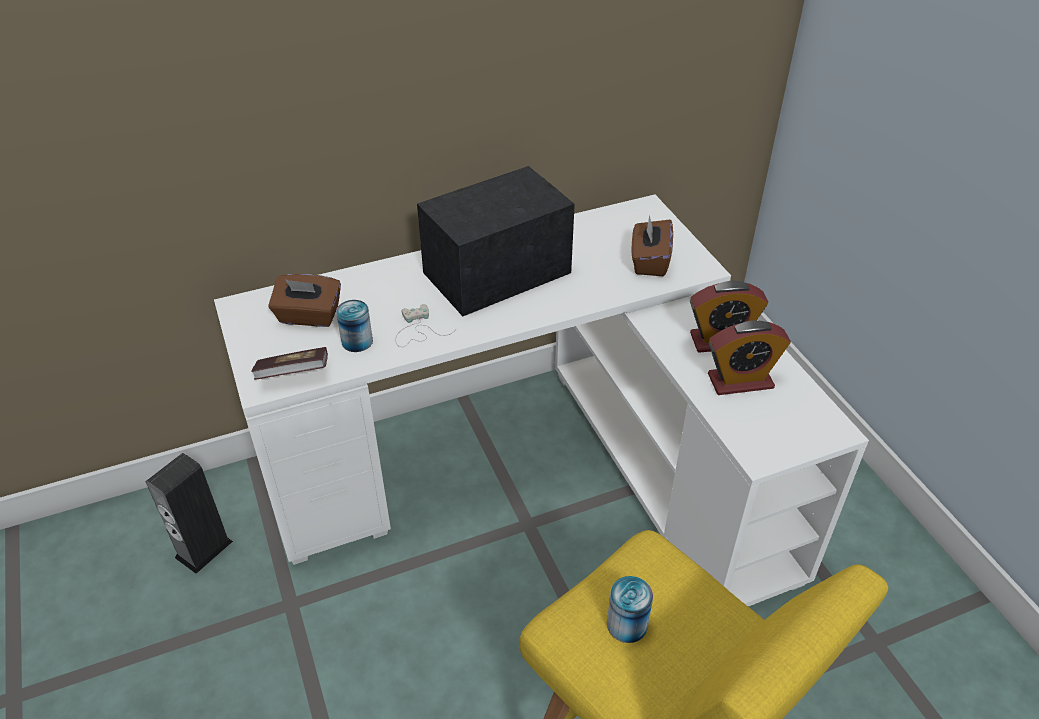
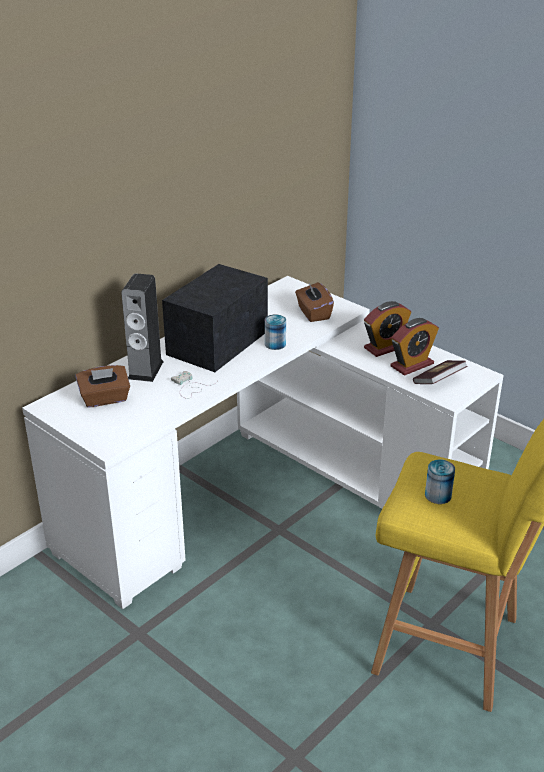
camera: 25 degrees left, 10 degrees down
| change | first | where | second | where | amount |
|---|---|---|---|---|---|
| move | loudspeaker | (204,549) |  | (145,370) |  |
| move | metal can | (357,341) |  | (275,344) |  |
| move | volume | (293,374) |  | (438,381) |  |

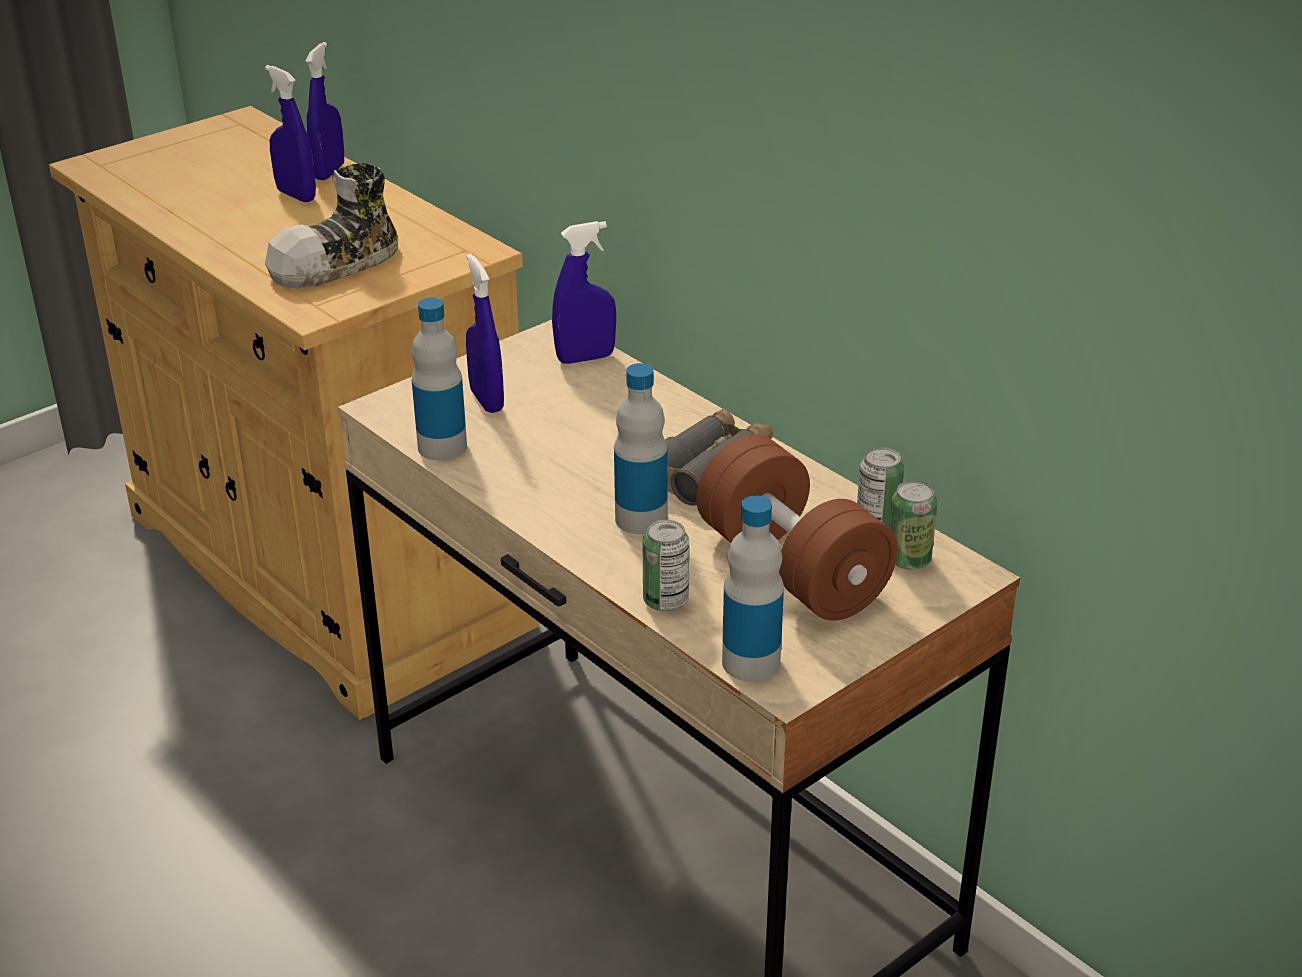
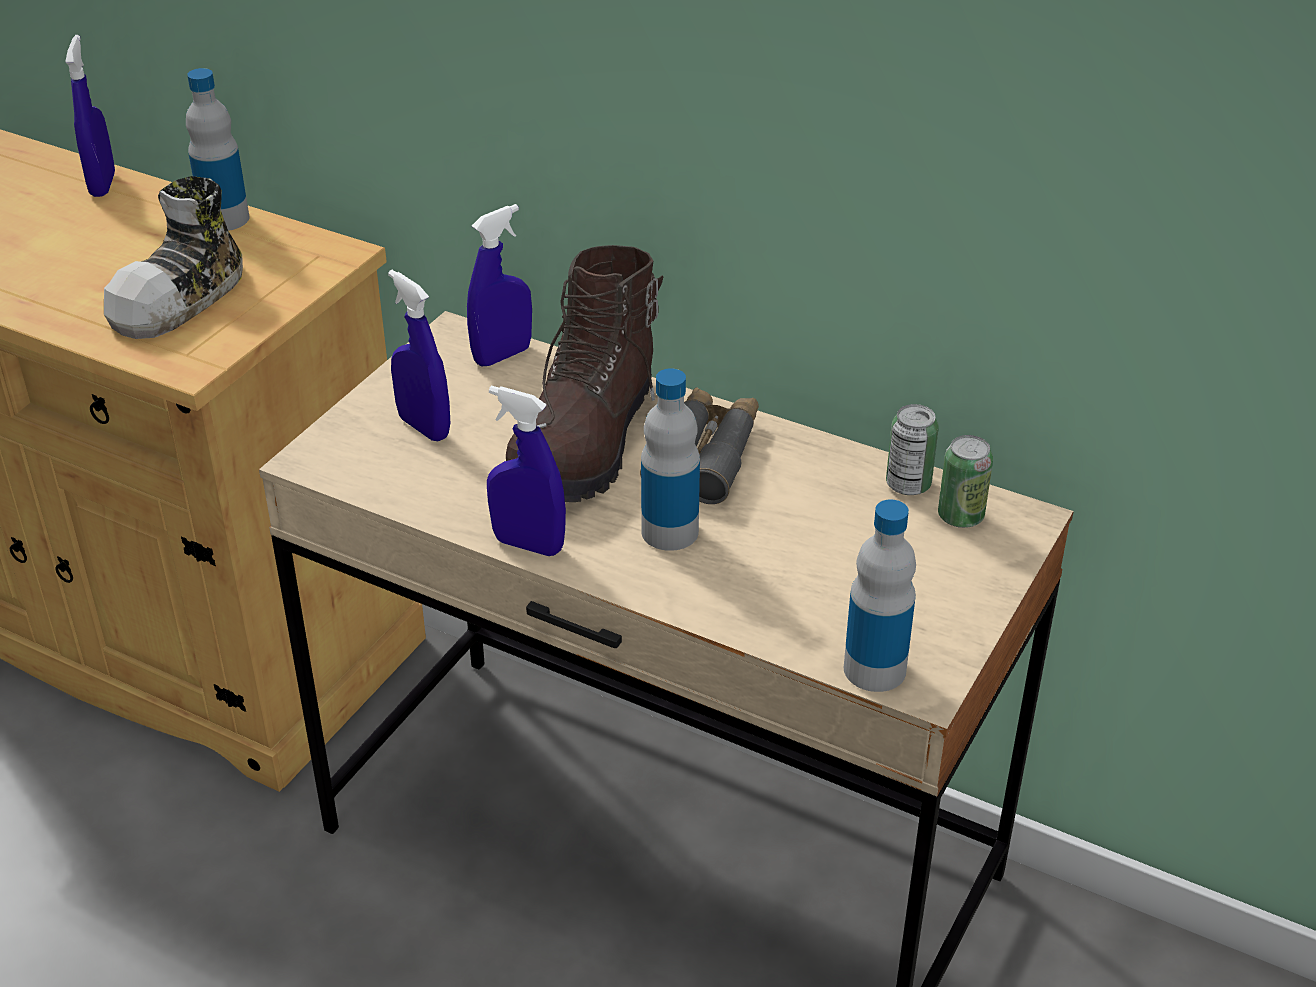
camera: 20 degrees left, 5 degrees up
| change | first | where | second | where | amount |
|---|---|---|---|---|---|
| move | bottle | (442,447) |  | (225,219) |  |
| move | bluish spray bottle | (296,195) |  | (528,545) |  |
| insert |  |  | brownish tall boot | (587,443) |  |
| delete | metal can | (665,601) |  |  |  |
| delete | brownish hand weight | (792,569) |  |  |  |

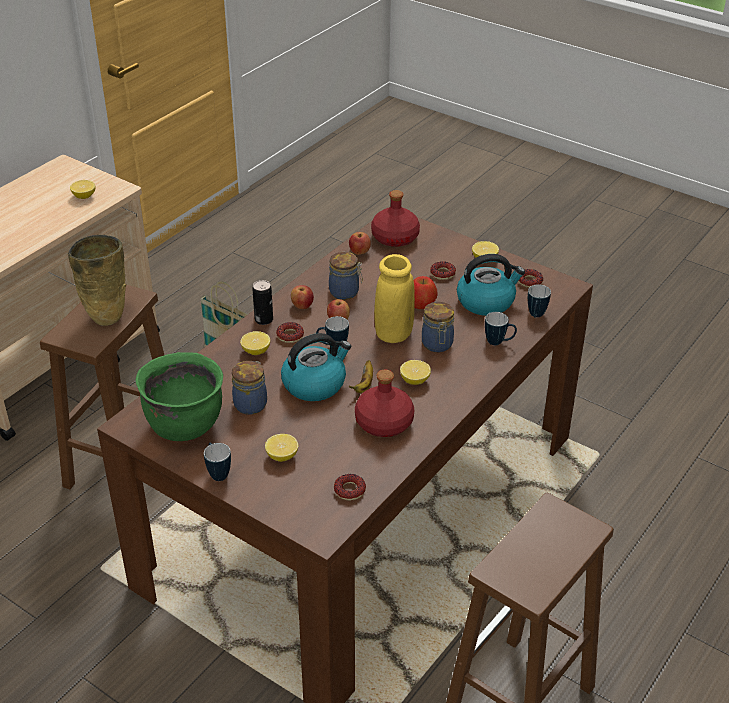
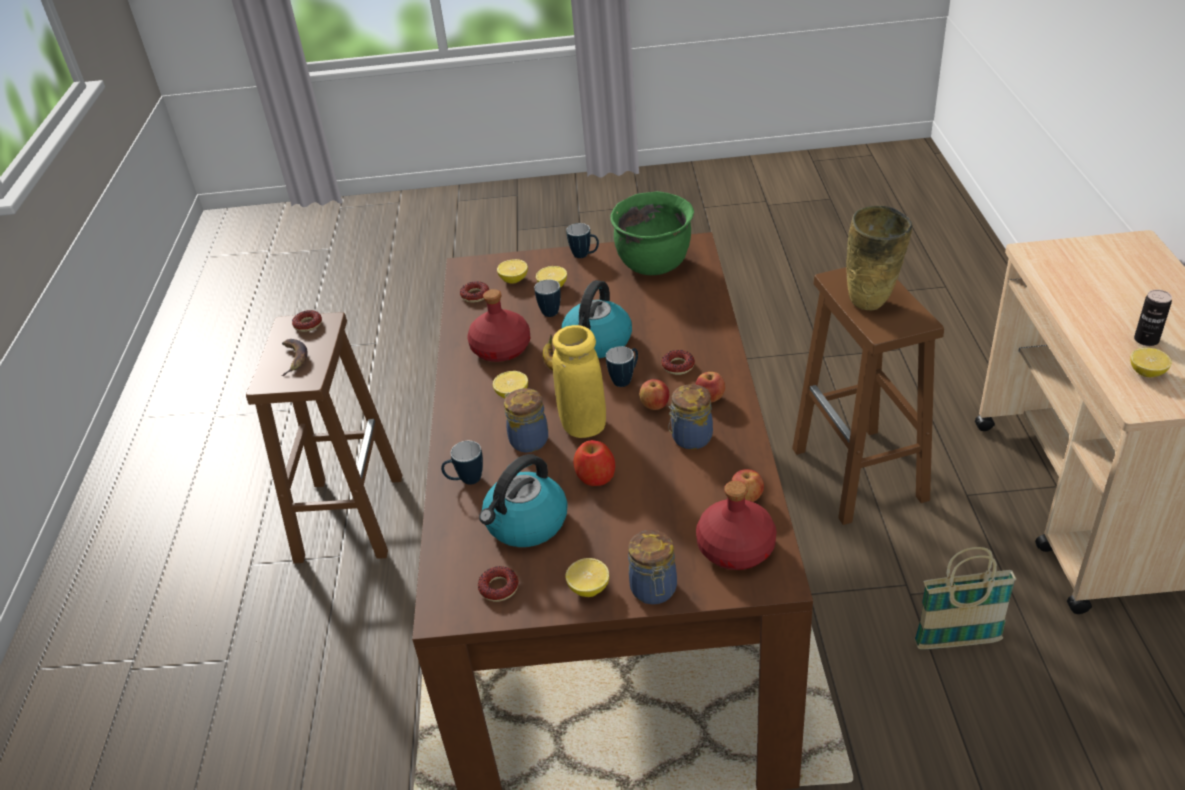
camera: 145 degrees right, 0 degrees up
| change | first | where | second | where | amount |
|---|---|---|---|---|---|
| insert |  |  | banana | (294,358) |  |
| move | doughnut | (442,274) |  | (308,324) |  |
| move | citrus fruit | (256,351) |  | (514,280) |  |
| move | tea mug | (535,316) |  | (548,310) |  |
| move | preserve jar | (251,404) |  | (654,590) |  |
| move | metal can | (264,320) |  | (1146,340) |  |

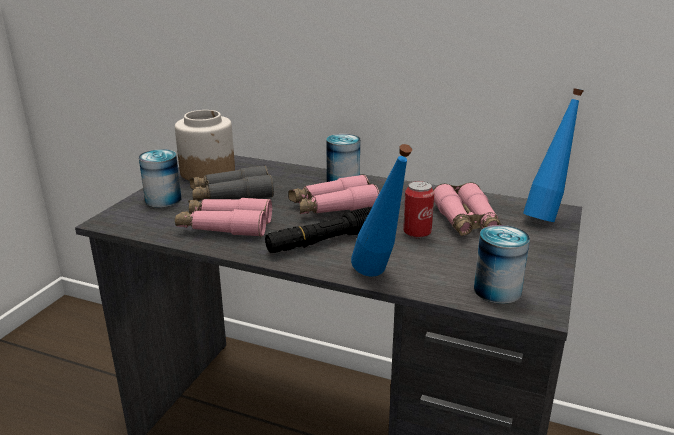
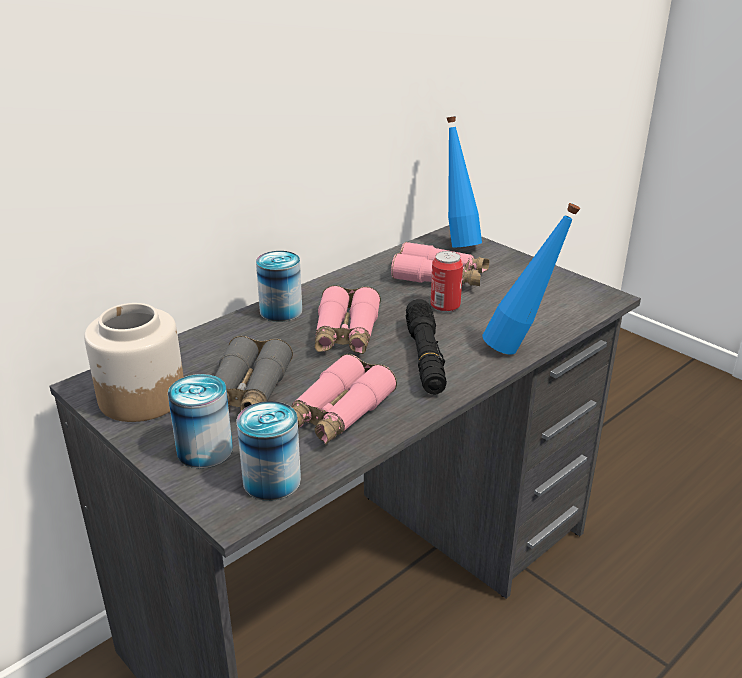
camera: 65 degrees left, 5 degrees up
| change | first | where | second | where | amount |
|---|---|---|---|---|---|
| move | metal can | (497,290) |  | (271,481) |  |

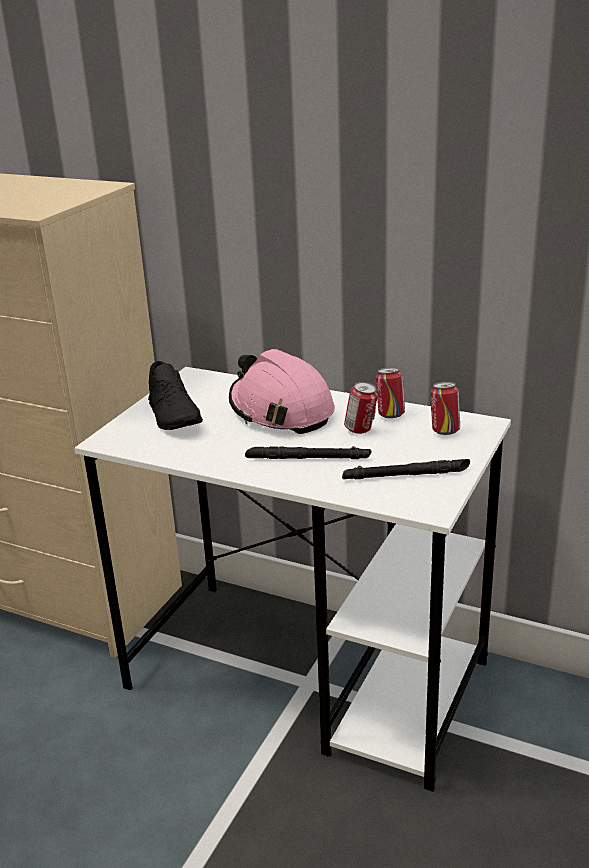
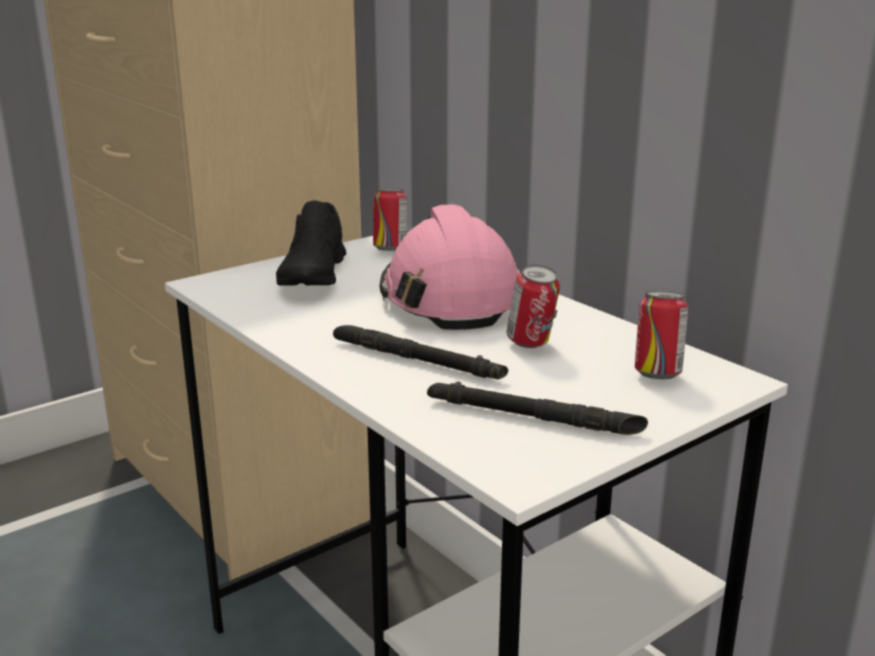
camera: 25 degrees right, 5 degrees down
| change | first | where | second | where | amount |
|---|---|---|---|---|---|
| move | metal can | (390,415) |  | (390,249) |  |

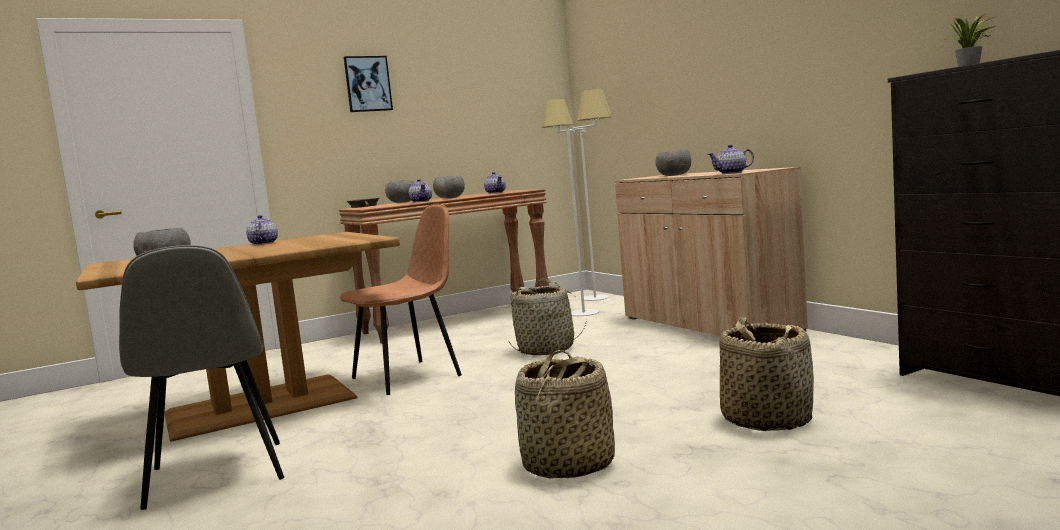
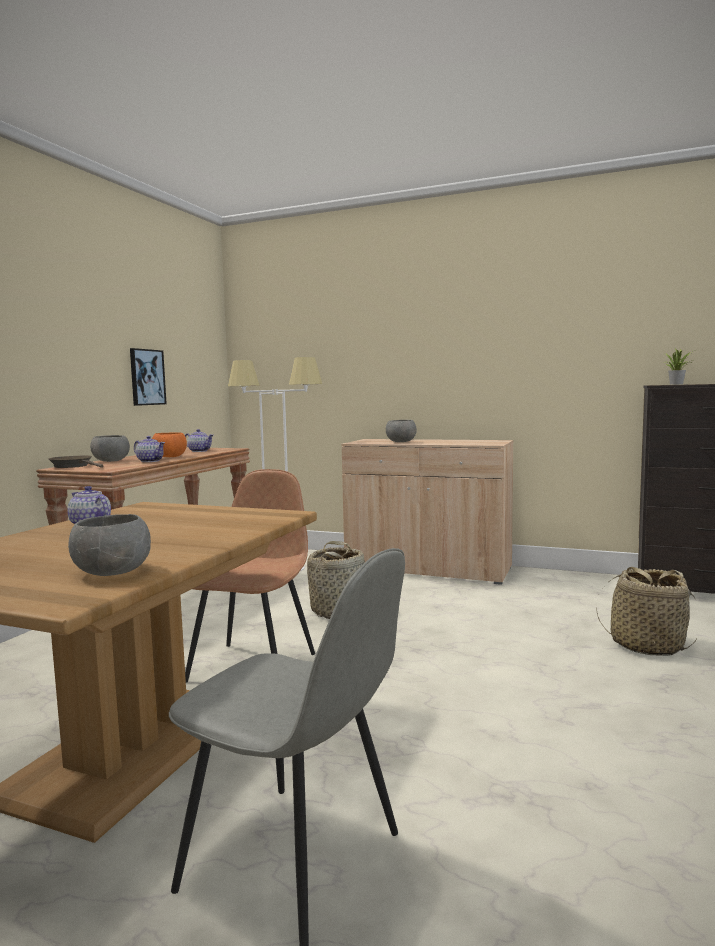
camera: 40 degrees left, 0 degrees up
| change | first | where | second | where | amount |
|---|---|---|---|---|---|
| move | wall picture | (367,84) |  | (147,377) |  |
| recolor | gray bowl | (449,198) | orangey bowl | (169,457) |  |
| delete | household basket | (567,465) |  |  |  |
| delete | tea pot | (732,173) |  |  |  |

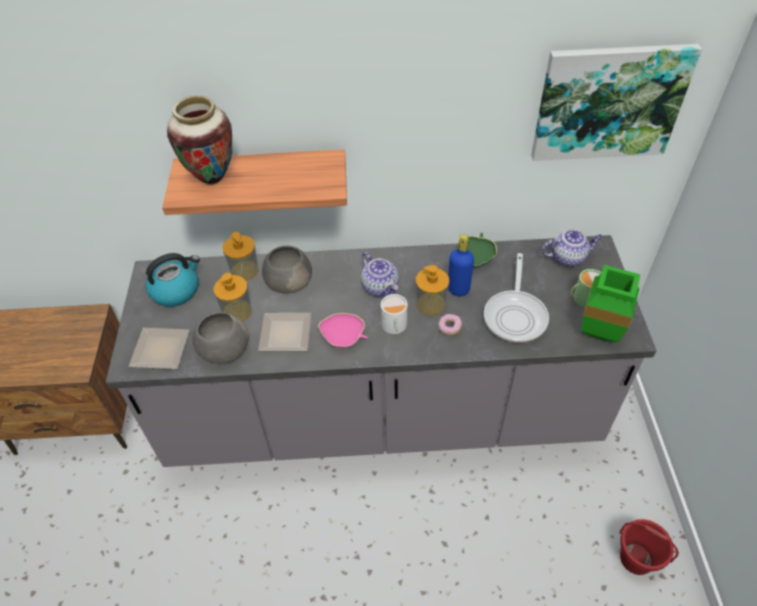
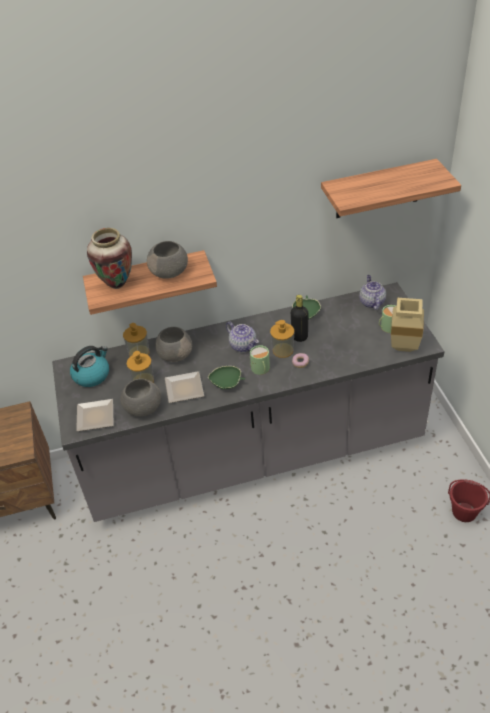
camera: 10 degrees left, 5 degrees down
| change | first | where | second | where | amount |
|---|---|---|---|---|---|
| insert |  |  | gray bowl | (170,272) |  |
| recolor | pink bowl | (343,337) | green bowl | (227,383) |  |
| recolor | white-coloured tea mug | (394,326) | green tea mug | (261,369) |  |
| recolor | bluish bottle | (458,289) | black-coloured bottle | (299,337) |  |
| replace | wall picture | (608,102) | shelf | (378,189) |  |
| rotate | tea pot | (568,257) |  | (371,302) | 75 degrees counterclockwise |
| recolor | green flower vase | (602,332) | beige-coloured flower vase | (406,346) |  |
| delete | frying pan | (515,315) |  |  |  |

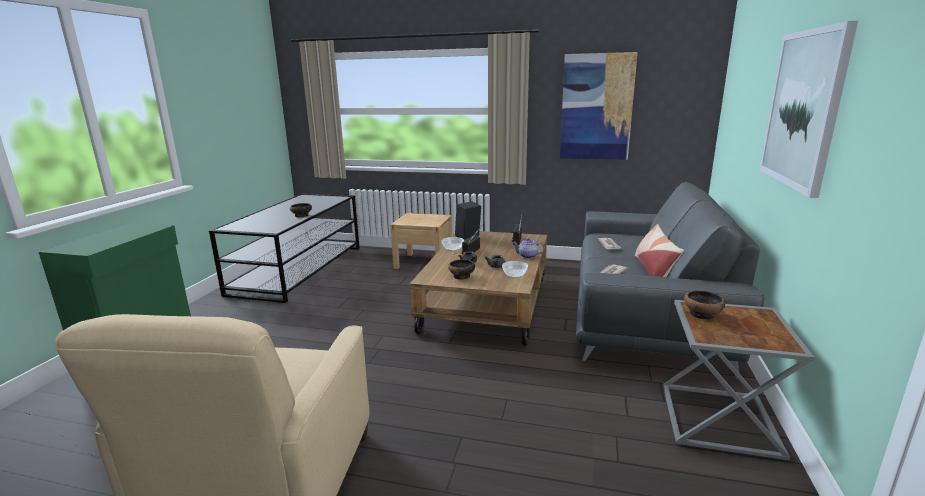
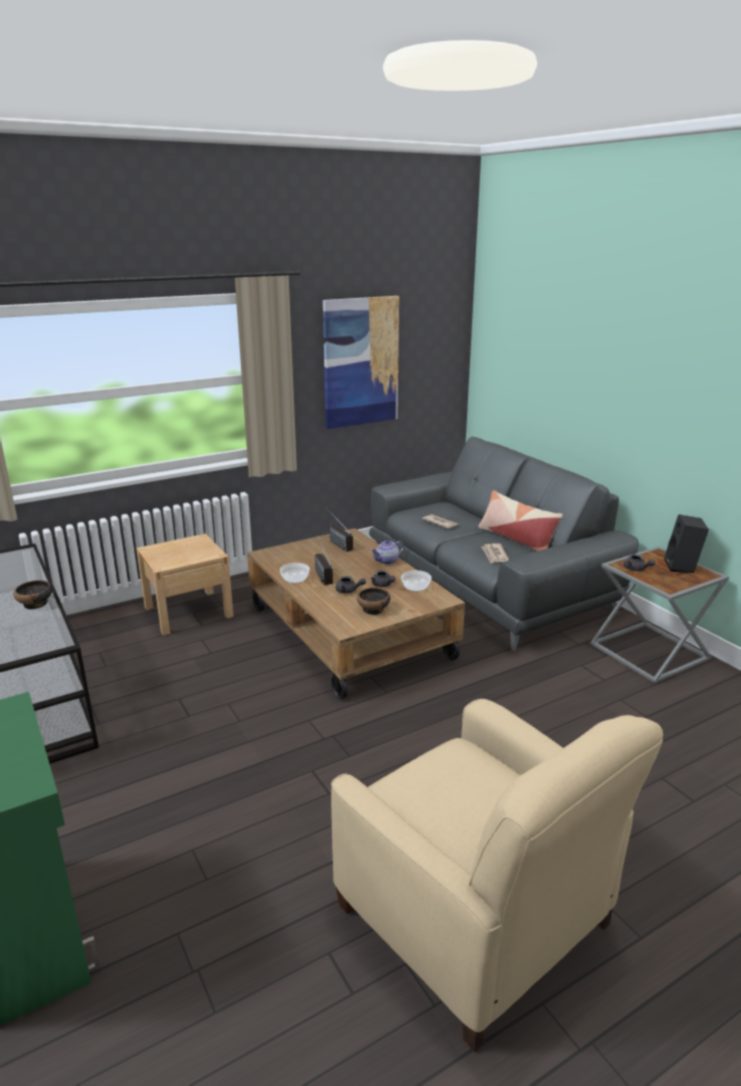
camera: 45 degrees left, 5 degrees up
| change | first | where | second | where | amount |
|---|---|---|---|---|---|
| replace | bowl | (702,314) | gray tea pot | (636,569) |  |
| move | black-coloured loudspeaker | (468,236) |  | (682,567) |  |
| delete | wall picture | (803,109) |  |  |  |

